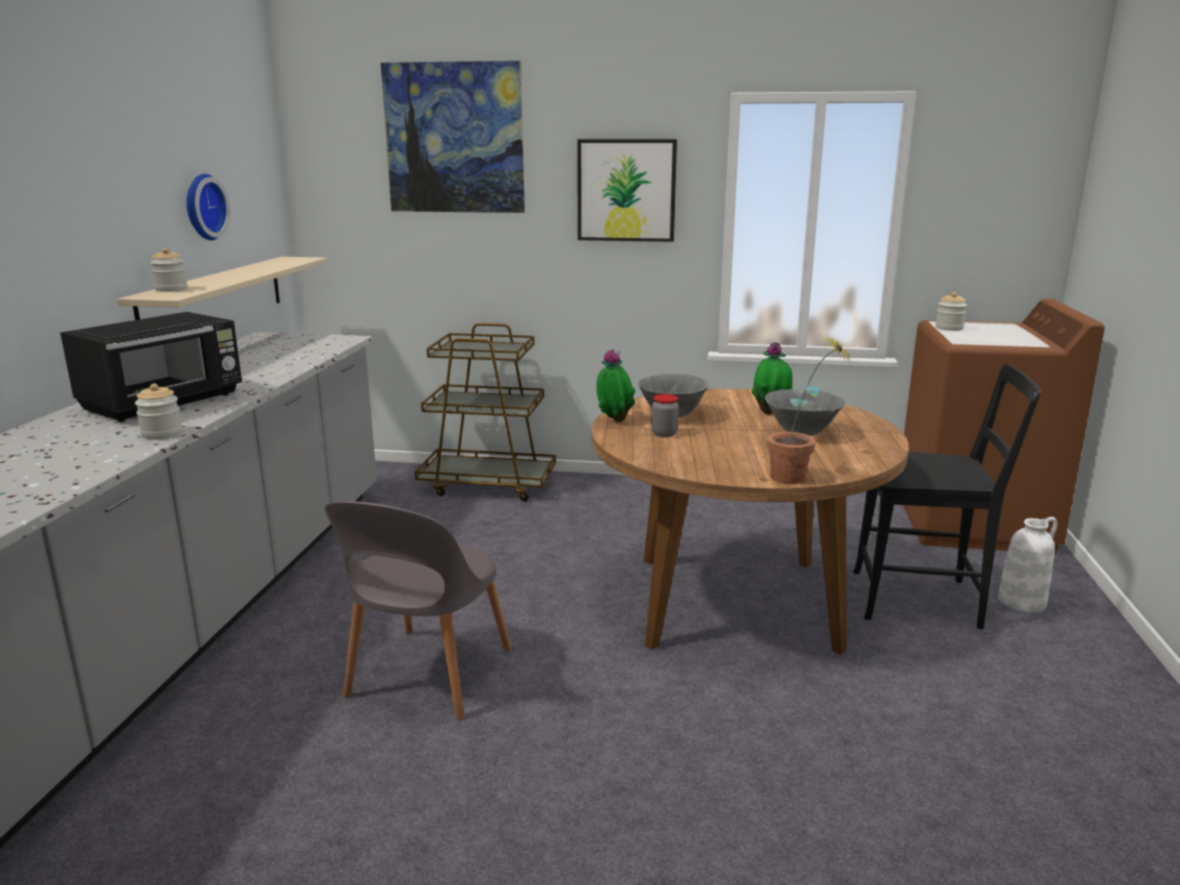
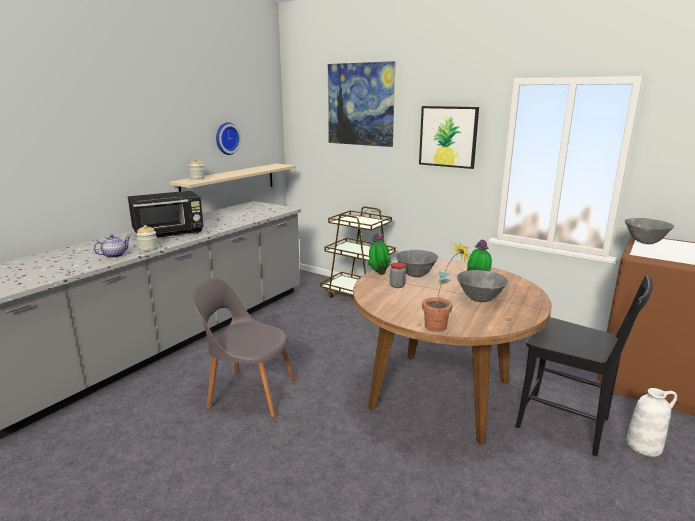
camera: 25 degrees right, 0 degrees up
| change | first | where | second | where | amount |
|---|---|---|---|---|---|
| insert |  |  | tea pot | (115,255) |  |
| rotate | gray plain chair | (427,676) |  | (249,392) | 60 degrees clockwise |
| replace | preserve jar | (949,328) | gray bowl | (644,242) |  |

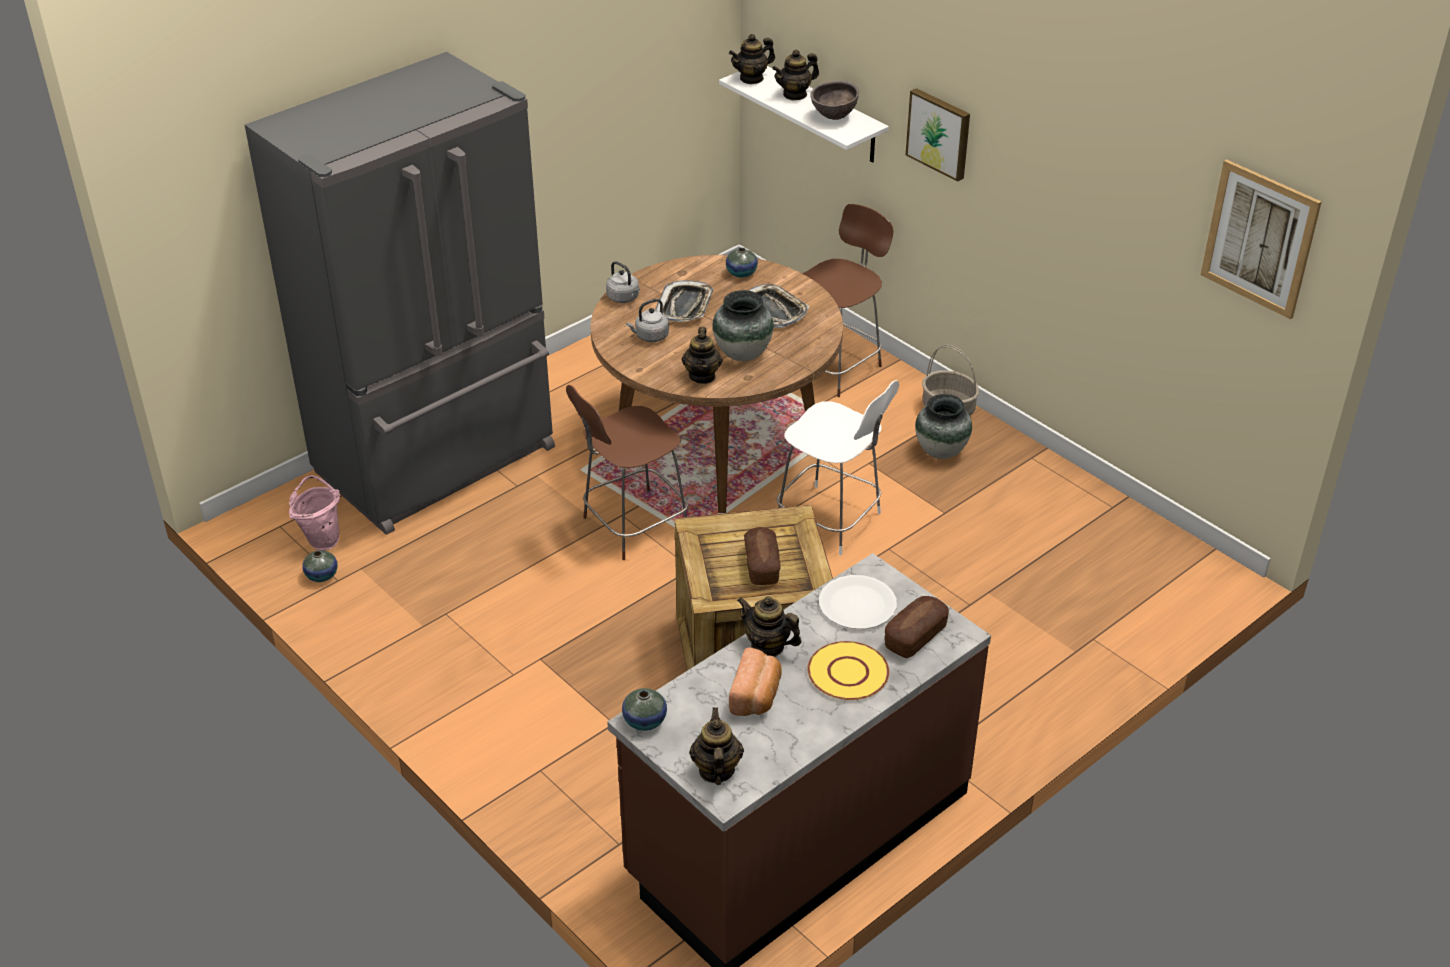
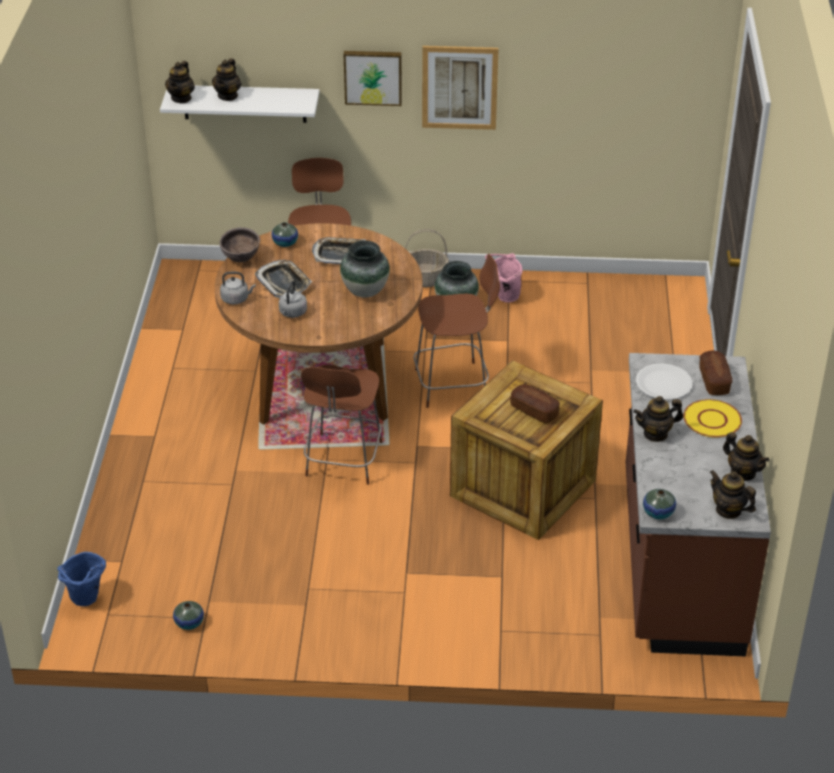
camera: 45 degrees left, 0 degrees up
| change | first | where | second | where | amount |
|---|---|---|---|---|---|
| insert |  |  | bluish water bucket | (86,601) |  |
| move | brownish bowl | (834,117) |  | (241,259) |  |
| recolor | white-coloured plain chair | (831,521) | brownish plain chair | (454,384) |  |
| move | wall picture | (1259,239) |  | (459,87) |  |
| move | pink water bucket | (322,539) |  | (503,297) |  |
| move | tea pot | (702,376) |  | (743,473) |  |
| delete | gray fridge | (439,462) |  |  |  |
| delete | baked bread | (756,696) |  |  |  |

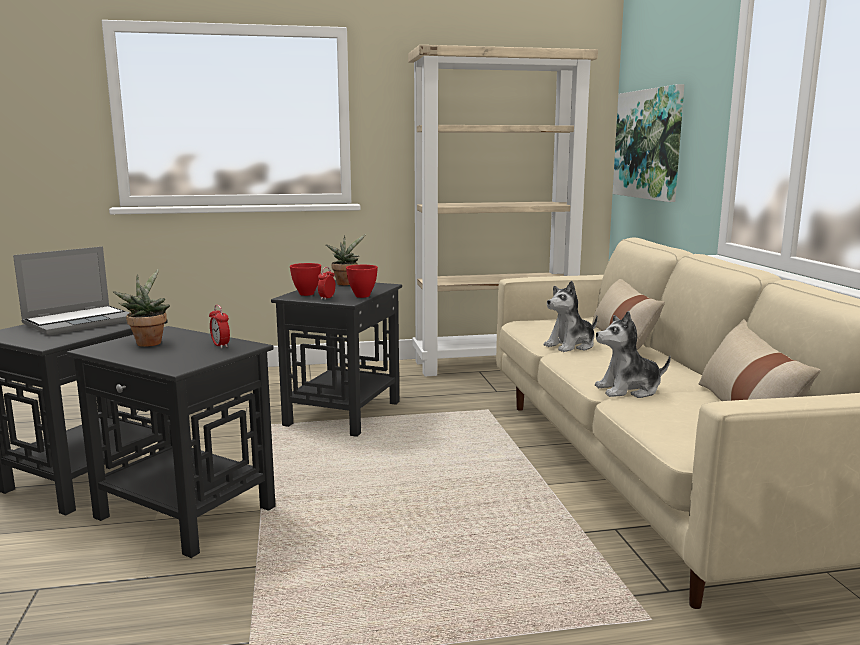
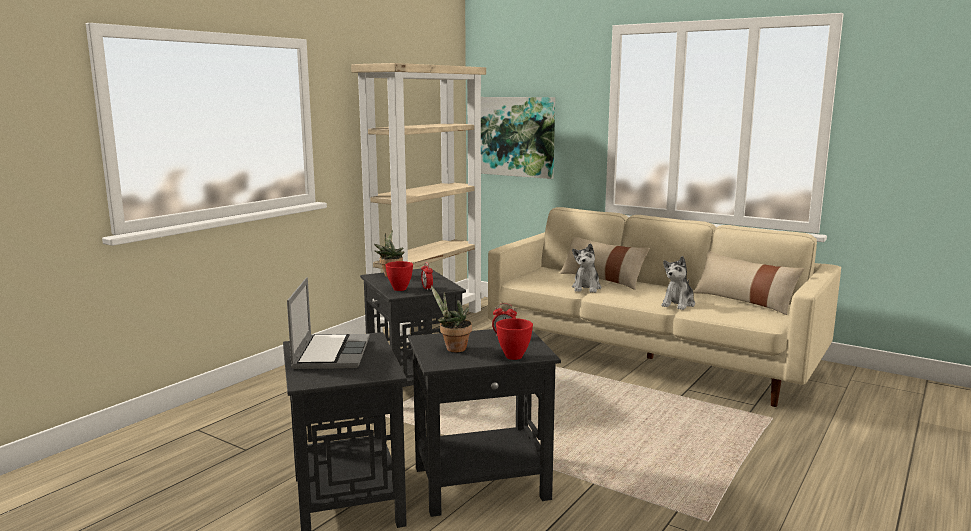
camera: 45 degrees left, 0 degrees up
| change | first | where | second | where | amount |
|---|---|---|---|---|---|
| move | reddish bowl | (362,296) |  | (514,357) |  |

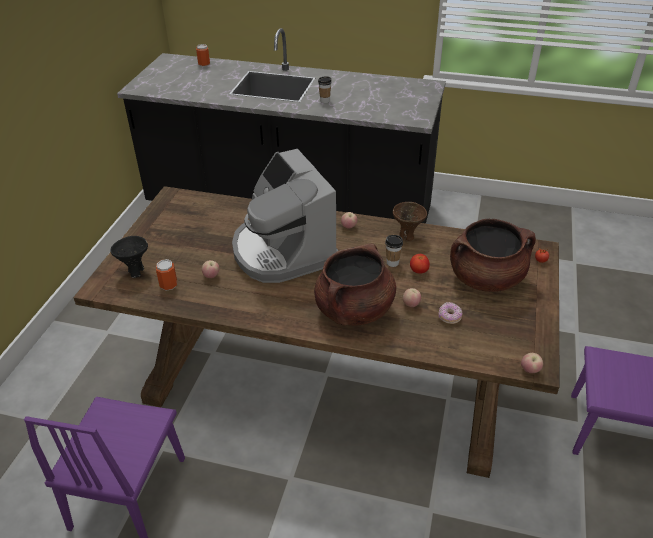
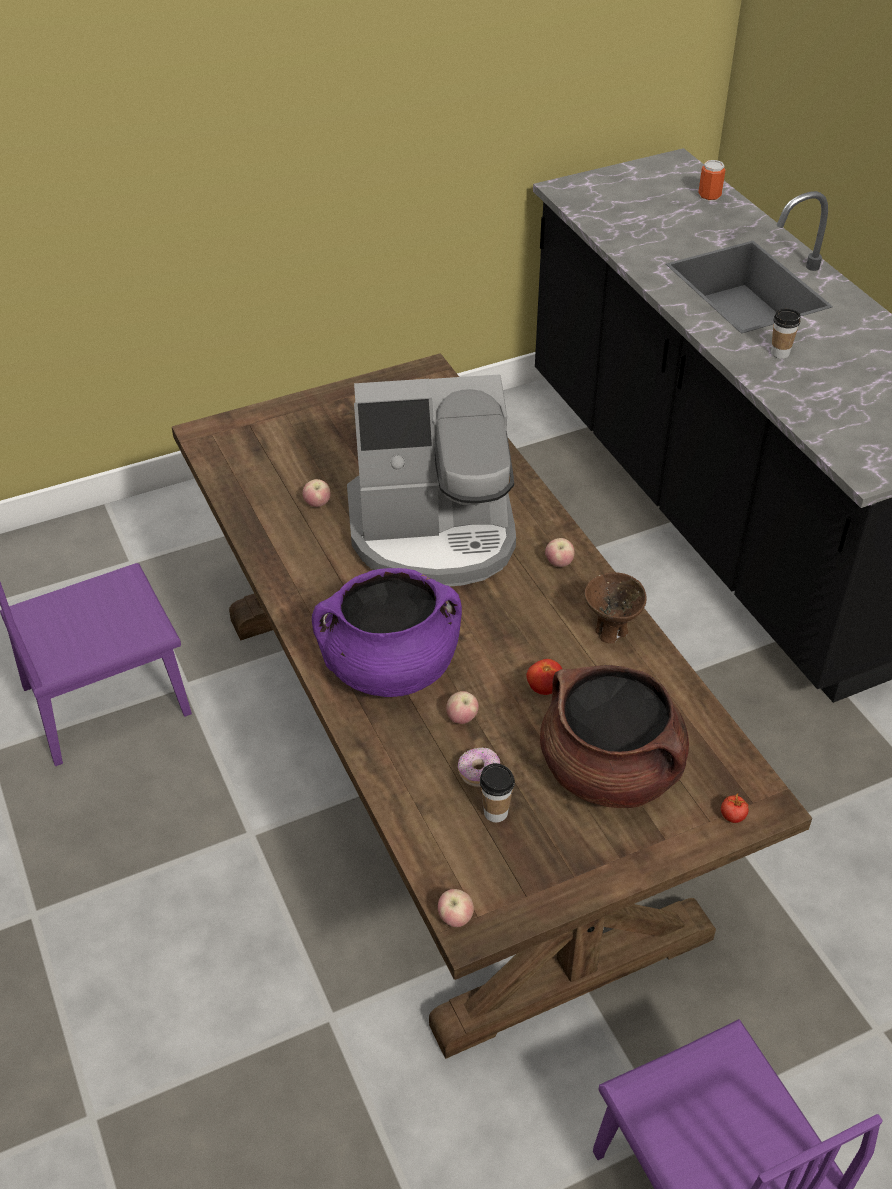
camera: 50 degrees right, 5 degrees up
| change | first | where | second | where | amount |
|---|---|---|---|---|---|
| recolor | brownish saucepot | (354,310) | purple-coloured saucepot | (390,668) |  |
| rotate | coffee machine | (282,251) |  | (434,533) | 120 degrees counterclockwise |
| move | drinking cup | (392,263) |  | (495,812) |  |
| delete | black-coloured bowl | (135,271) |  |  |  |
| delete | metal can | (168,285) |  |  |  |

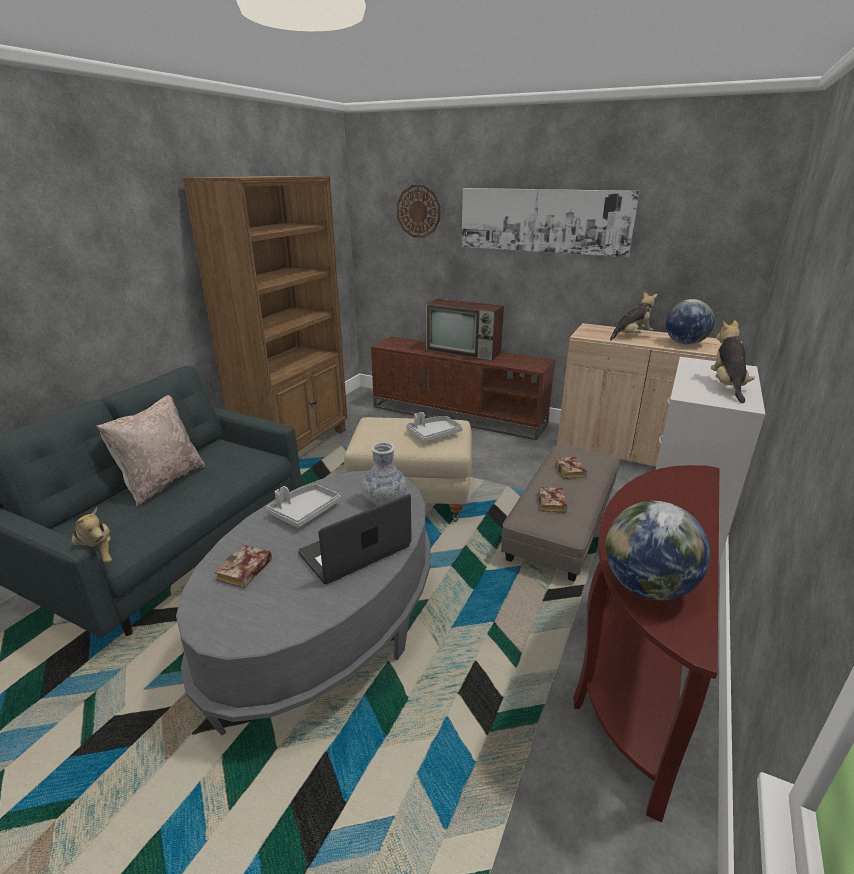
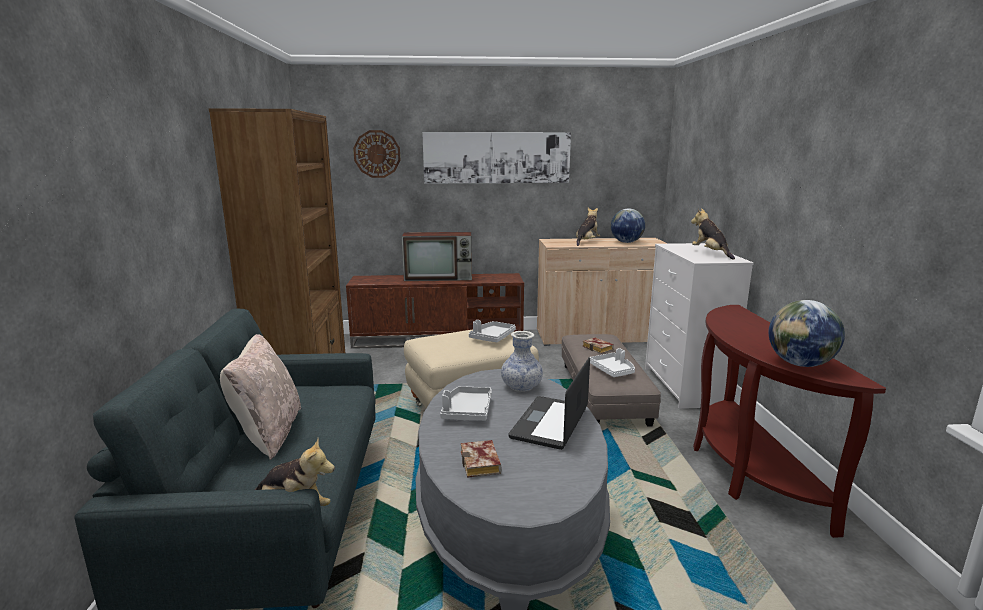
camera: 30 degrees left, 10 degrees down
| change | first | where | second | where | amount |
|---|---|---|---|---|---|
| replace | volume | (553,504) | white-coloured serving tray | (613,370) |  |

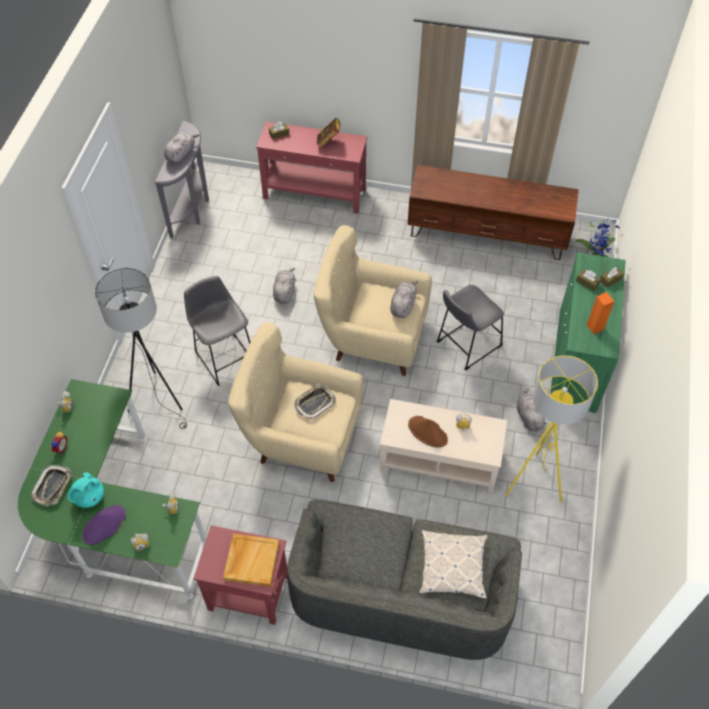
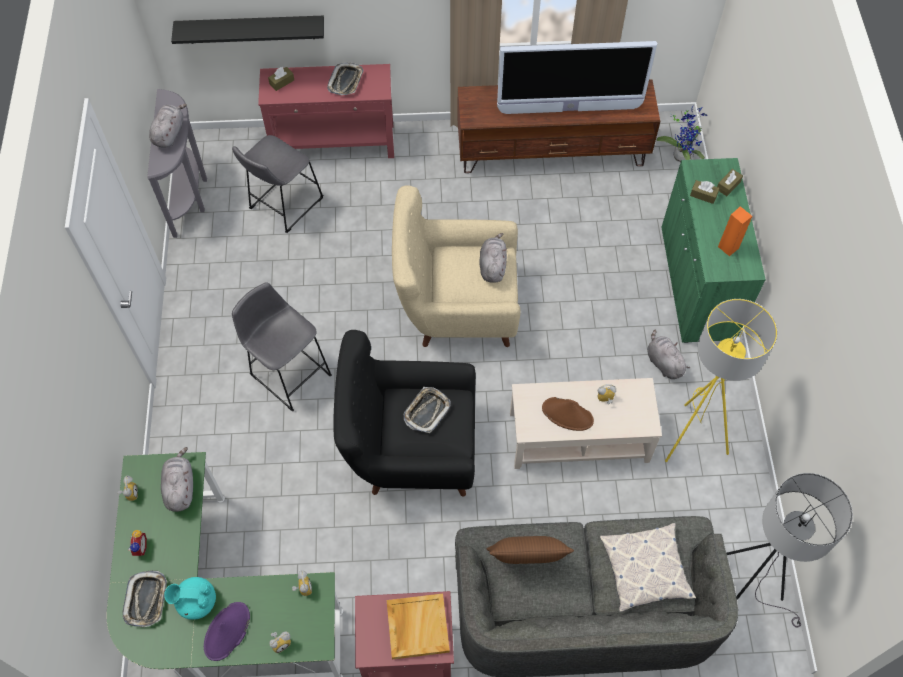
camera: 15 degrees left, 5 degrees up
| change | first | where | second | where | amount |
|---|---|---|---|---|---|
| move | gray plush toy | (284,292) |  | (180,487) |  |
| rotate | turquoise tea pot | (88,497) |  | (196,602) | 75 degrees clockwise |
| insert |  |  | black-coloured shelf | (251,29) |  |
| move | gray stool seat | (466,345) |  | (283,205) |  |
| replace | volume | (328,143) | serving tray | (346,81) |  |
| recolor | beige-coloured easy chair | (301,435) | black-coloured easy chair | (410,449) |  |
| insert |  |  | brownish cushion | (526,561) |  |
| insert |  |  | TV | (569,110) |  |
| move | gray floor lamp | (159,399) |  | (746,592) |  |

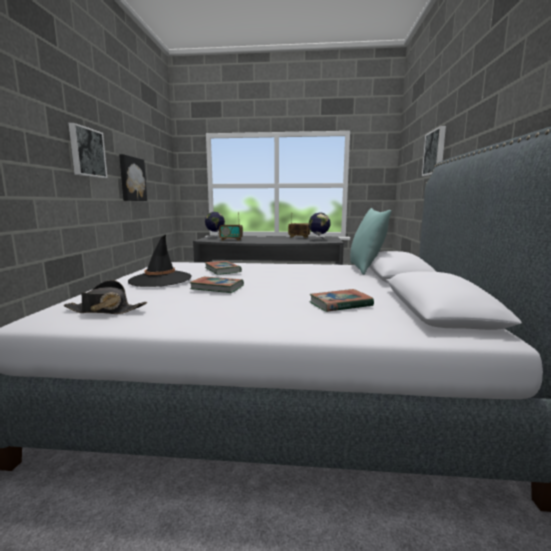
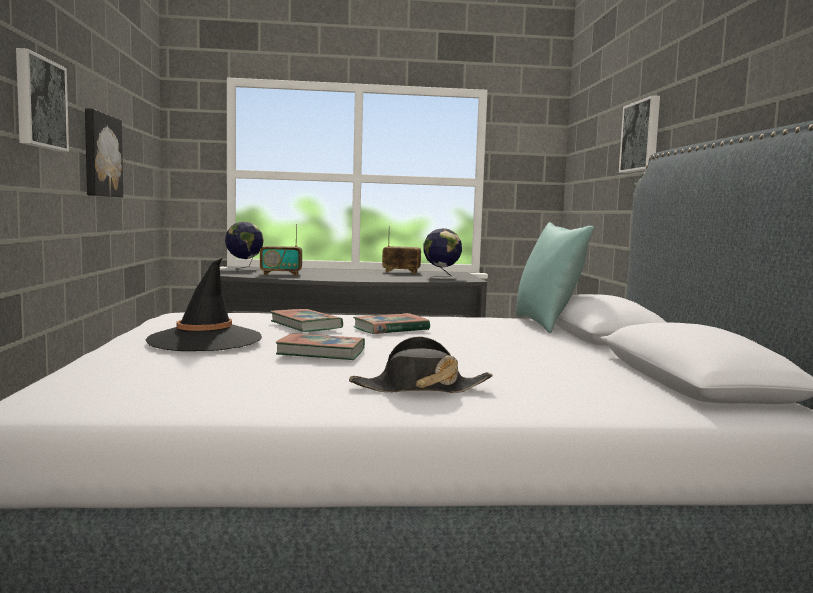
camera: 10 degrees left, 5 degrees down
| change | first | where | second | where | amount |
|---|---|---|---|---|---|
| move | black-coloured clothing hat | (105,310) |  | (419,388) |  |
| move | volume | (340,304) |  | (391,329) |  |

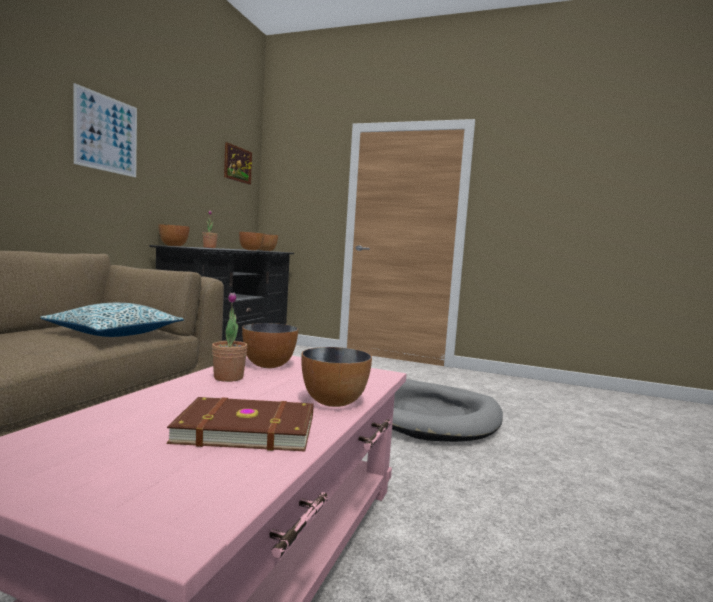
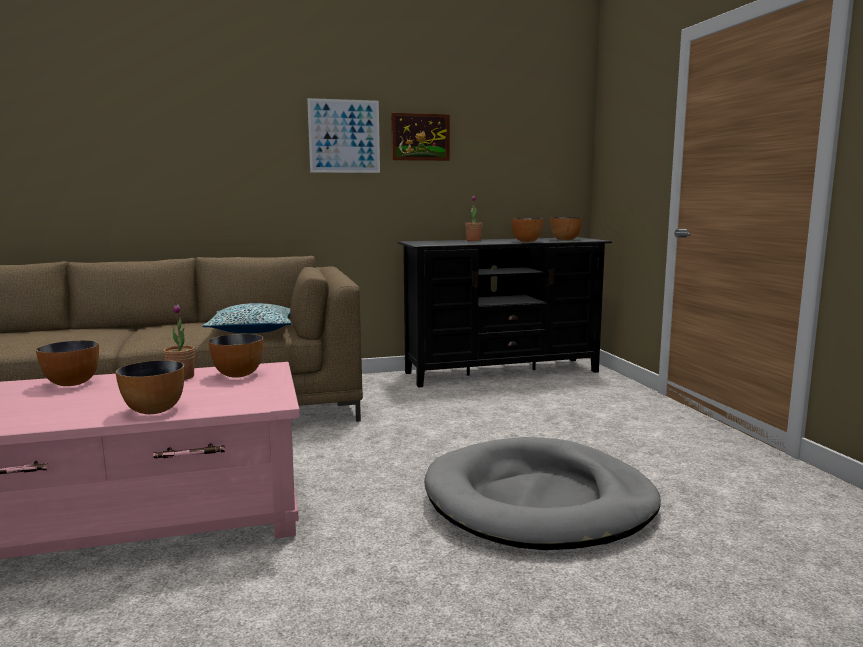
camera: 55 degrees right, 5 degrees up
| change | first | where | second | where | amount |
|---|---|---|---|---|---|
| move | bowl | (174,246) |  | (72,383) |  |
| move | wall picture | (237,164) |  | (420,137) |  |
| delete | brownish volume | (246,428) |  |  |  |

